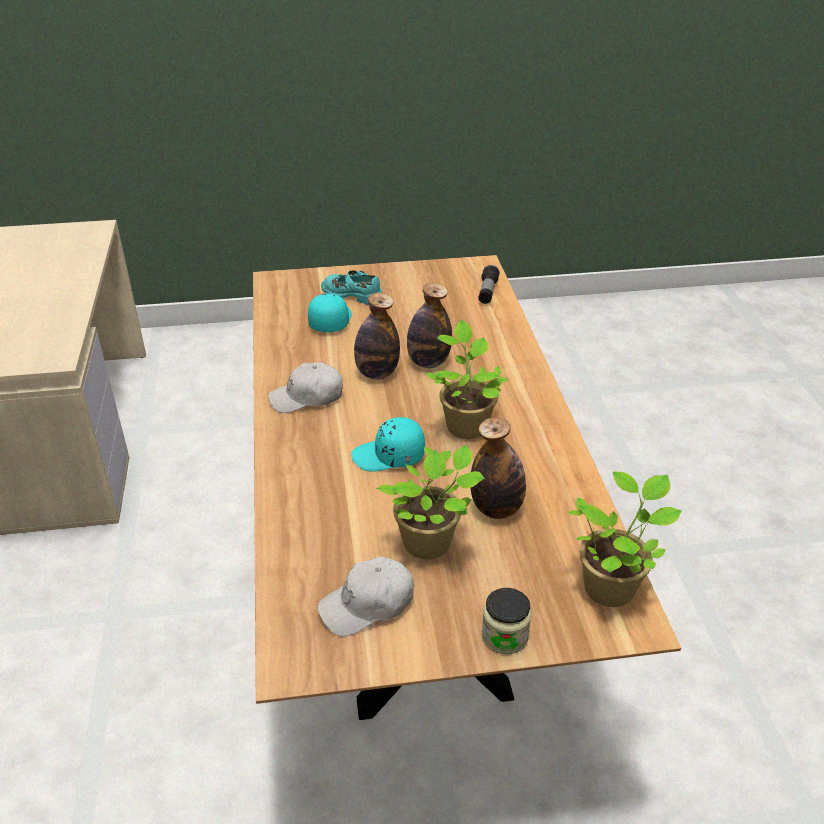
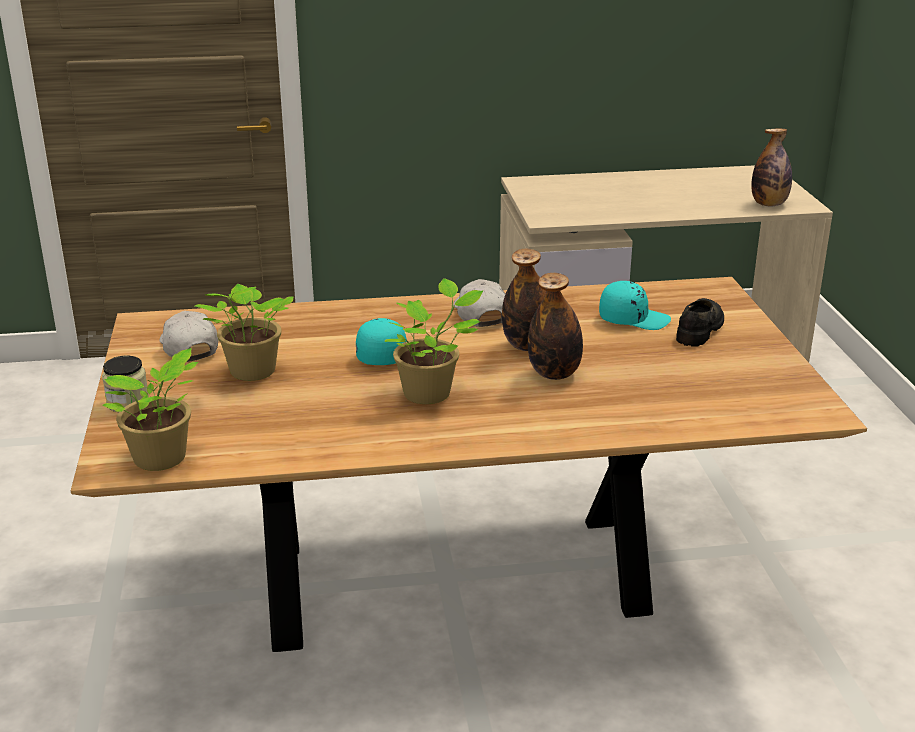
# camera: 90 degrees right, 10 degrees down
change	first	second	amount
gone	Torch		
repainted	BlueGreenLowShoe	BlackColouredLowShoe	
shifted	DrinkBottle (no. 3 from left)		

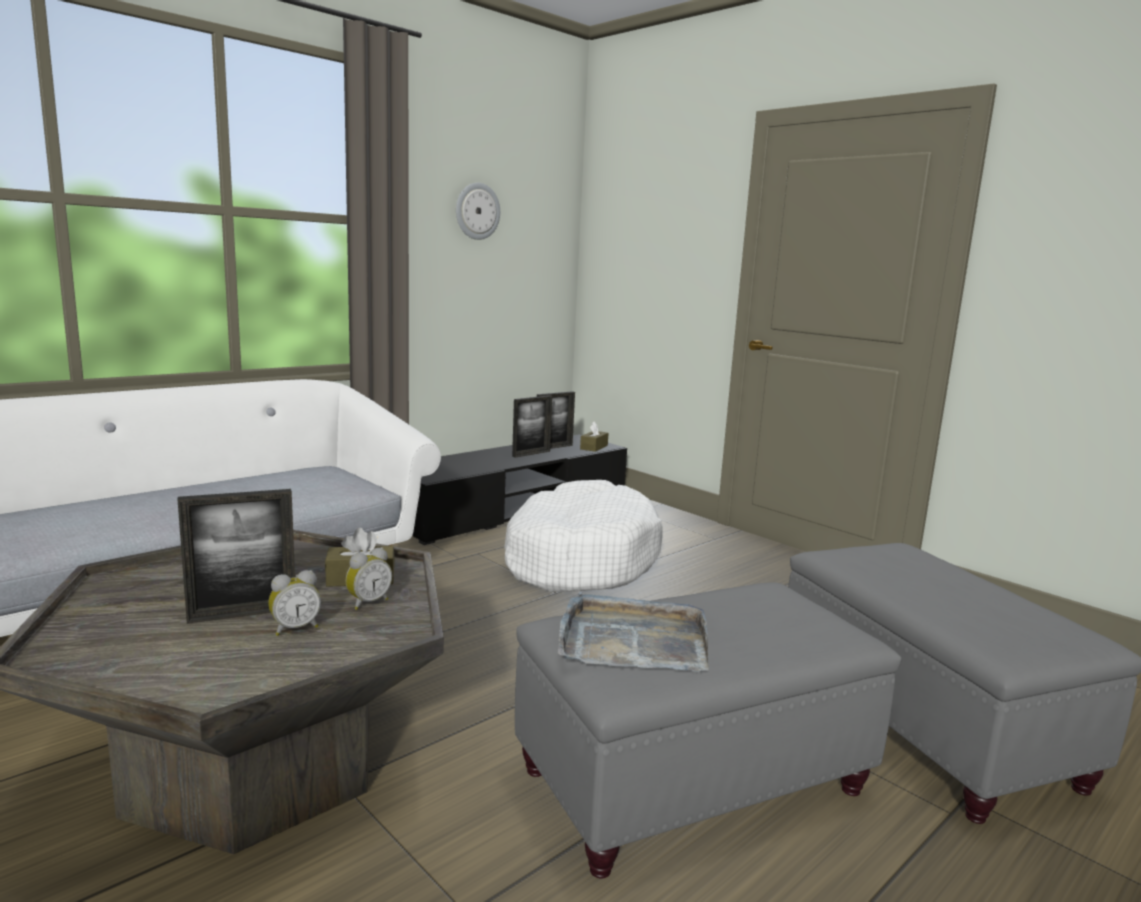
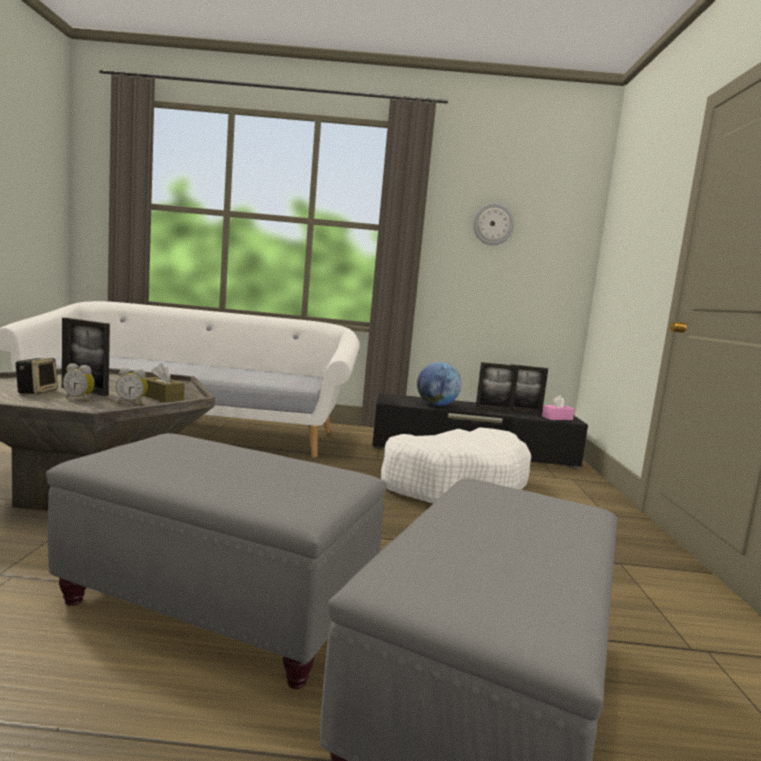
# camera: 45 degrees right, 5 degrees down
change	first	second	amount
repainted	BrownishTissueHolder (no. 2 from left)	PinkColouredTissueHolder	
gone	GrayTray		
new		Loudspeaker	
new		Globe	

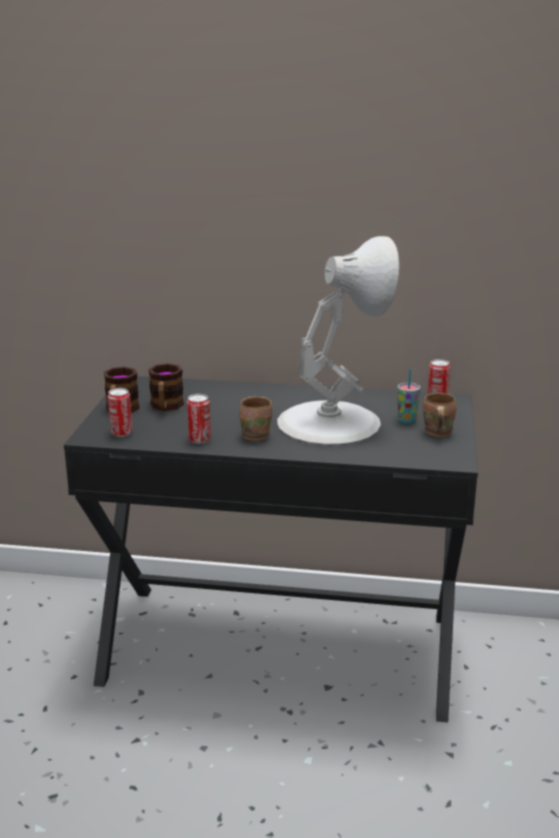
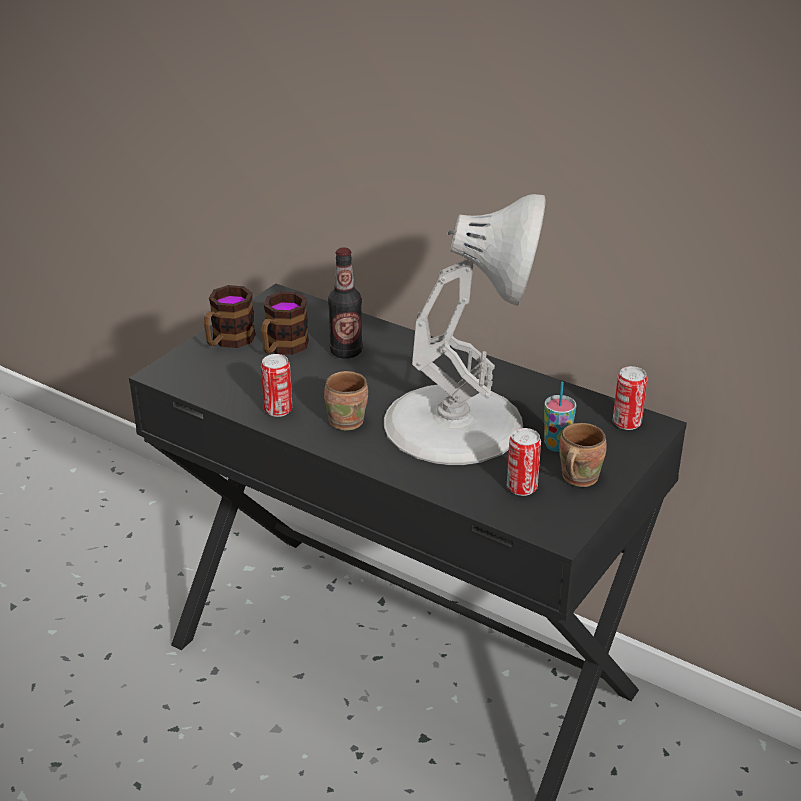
# camera: 25 degrees right, 10 degrees up
change	first	second	amount
shifted	Can (no. 1 from left in the first image)	Can (no. 2 from left)	
new		DrinkBottle	

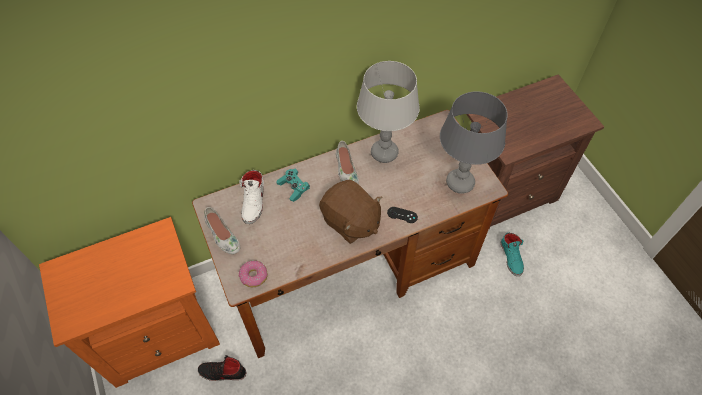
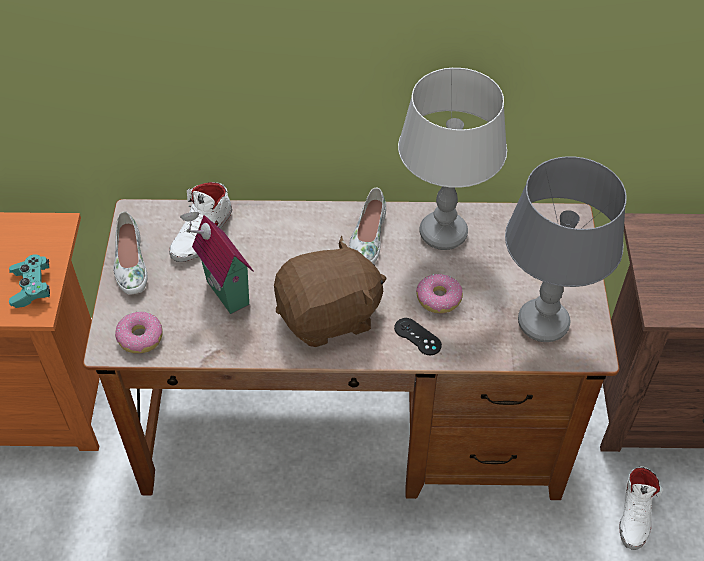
# camera: 25 degrees right, 5 degrees down
change	first	second	amount
shifted	BlueGreenGameController		
rotated	BrownishCuddlyToy		90 degrees counterclockwise
repainted	BlueGreenLowShoe	WhiteColouredLowShoe (no. 4 from left)	
gone	BlackColouredLowShoe		
new		MiniatureHouse	
new		Donut (no. 2 from left)	

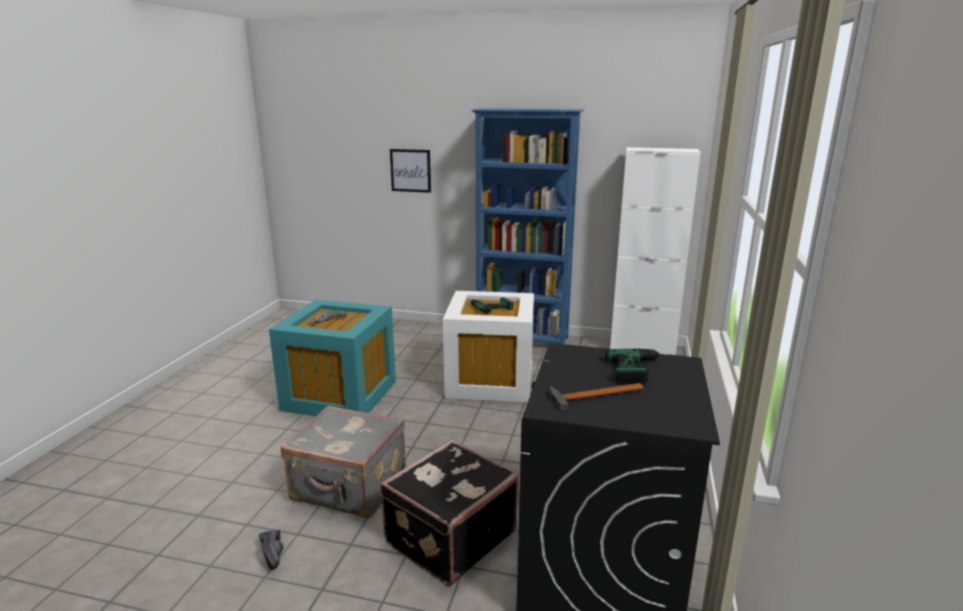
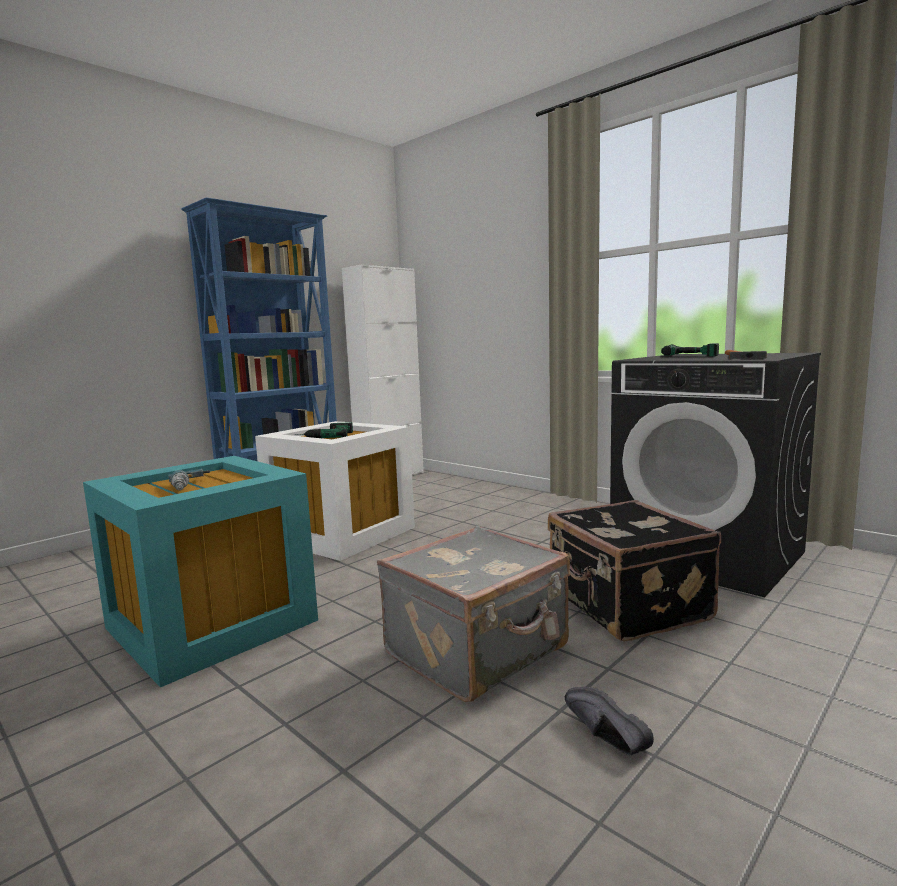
# camera: 60 degrees left, 10 degrees down
change	first	second	amount
gone	Picture		
rotated	BlackColouredLowShoe		135 degrees counterclockwise

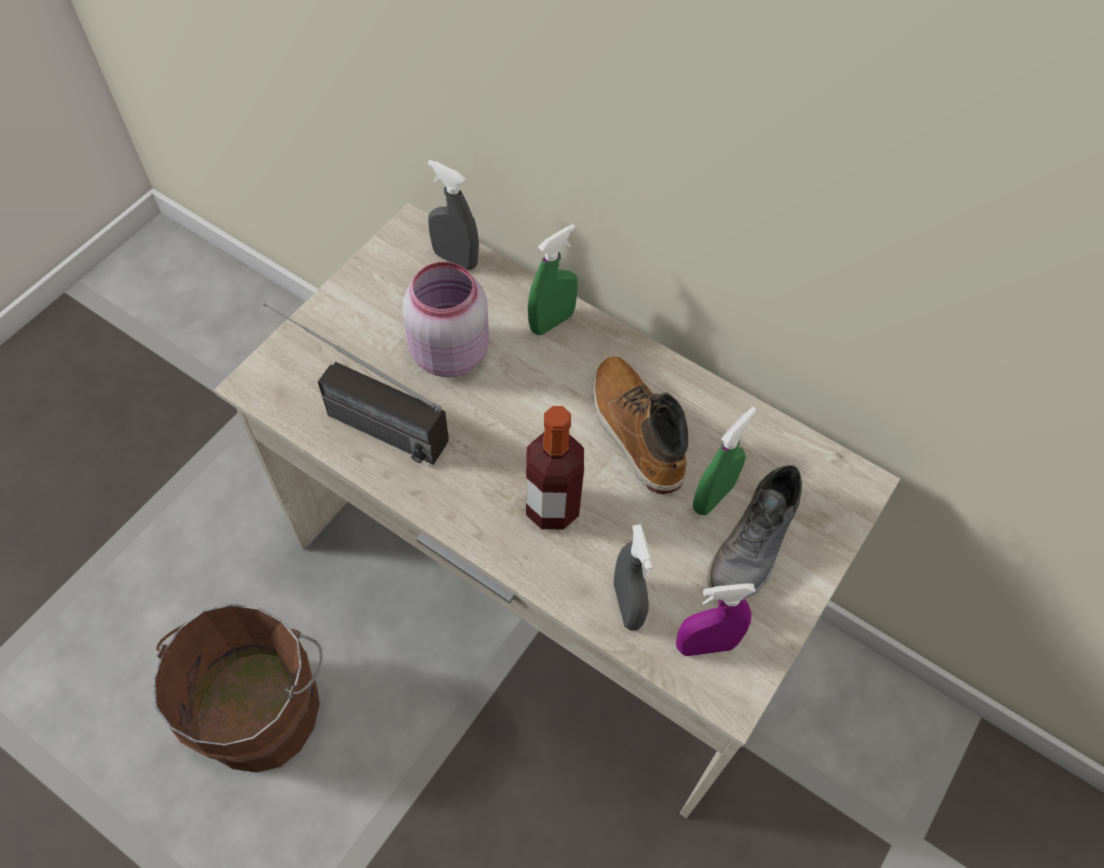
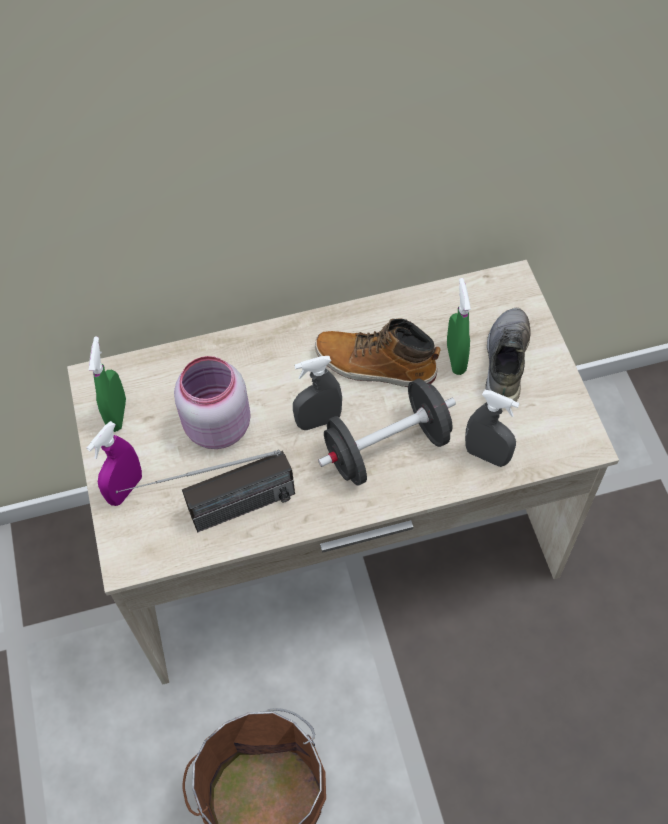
# camera: 45 degrees left, 0 degrees up
change	first	second	amount
shifted	GraySprayer (no. 1 from left)		
shifted	GreenSprayer (no. 1 from left)		
swapped	DrinkBottle	BlackColouredHandWeight	
rotated	GrayLowShoe		150 degrees counterclockwise
shifted	PurpleColouredSprayer		

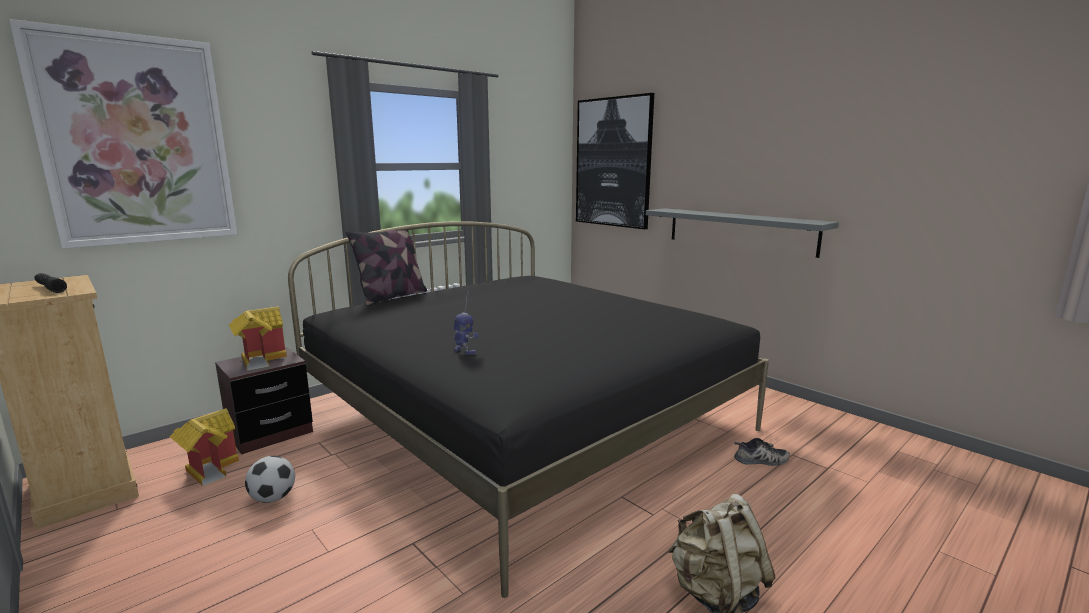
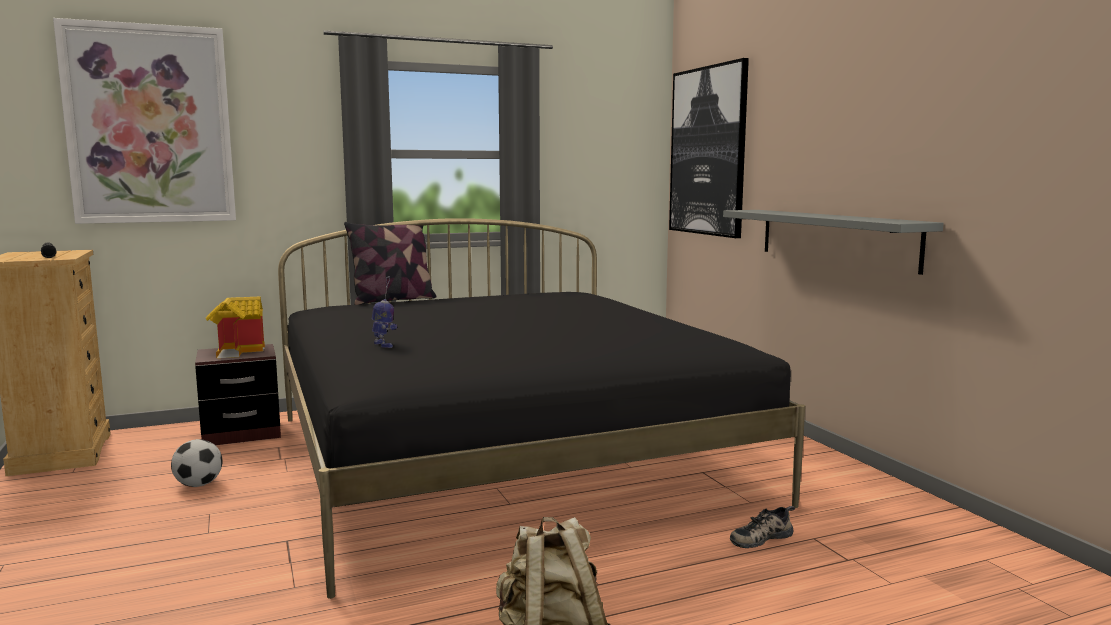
# camera: 20 degrees right, 5 degrees down
change	first	second	amount
gone	MiniatureHouse (no. 1 from left)		
rotated	LowShoe		135 degrees clockwise

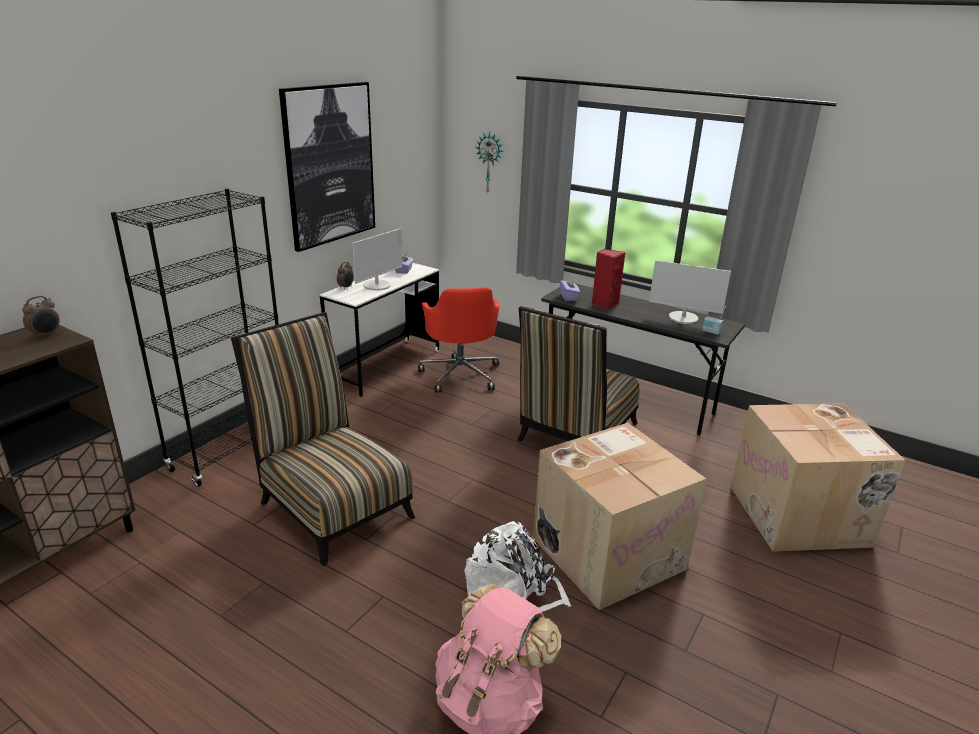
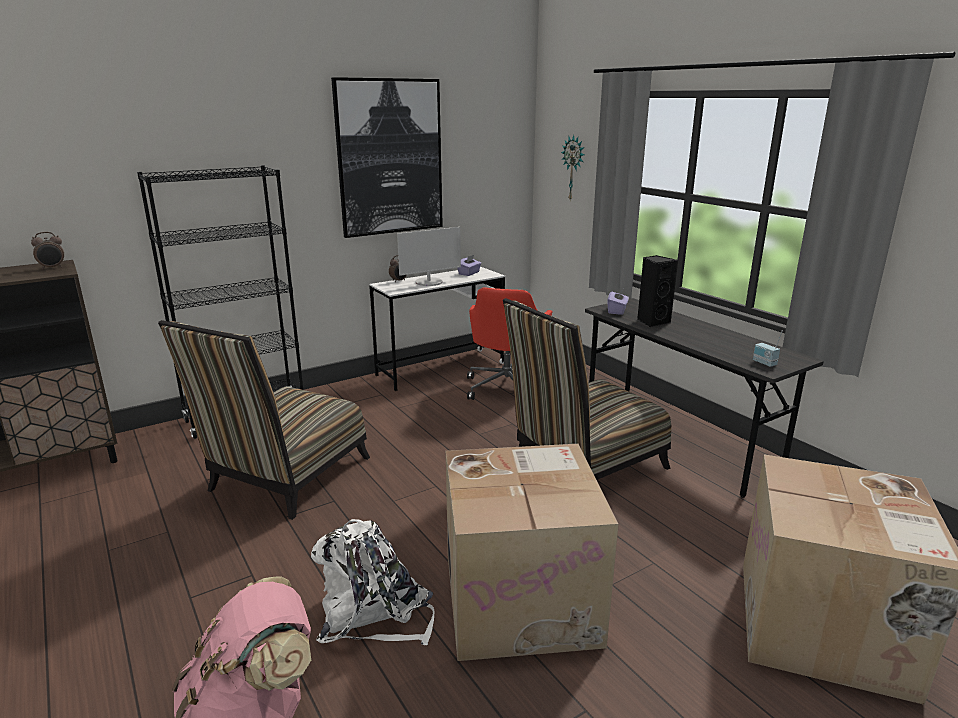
# camera: 25 degrees right, 5 degrees down
change	first	second	amount
repainted	ReddishLoudspeaker	BlackColouredLoudspeaker	
gone	Monitor (no. 2 from left)		
rotated	UprightChair (no. 1 from left)		135 degrees counterclockwise

